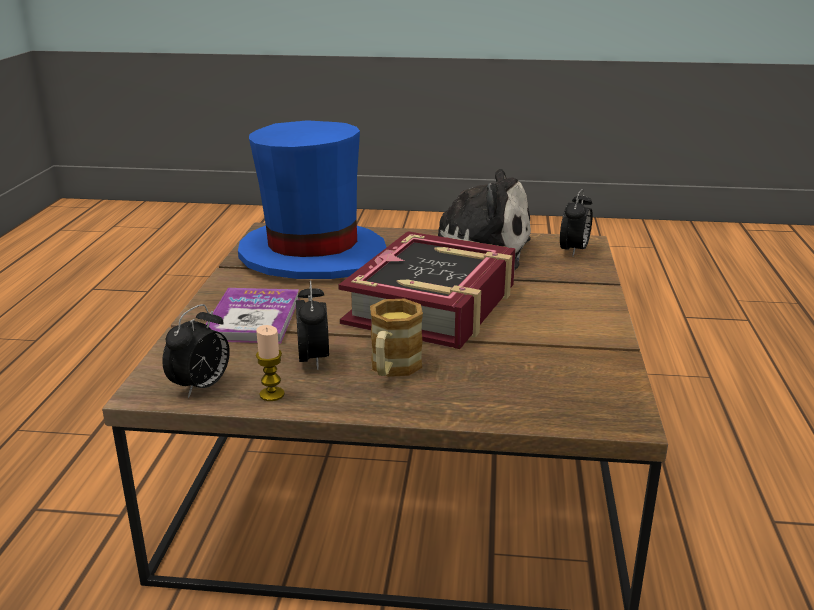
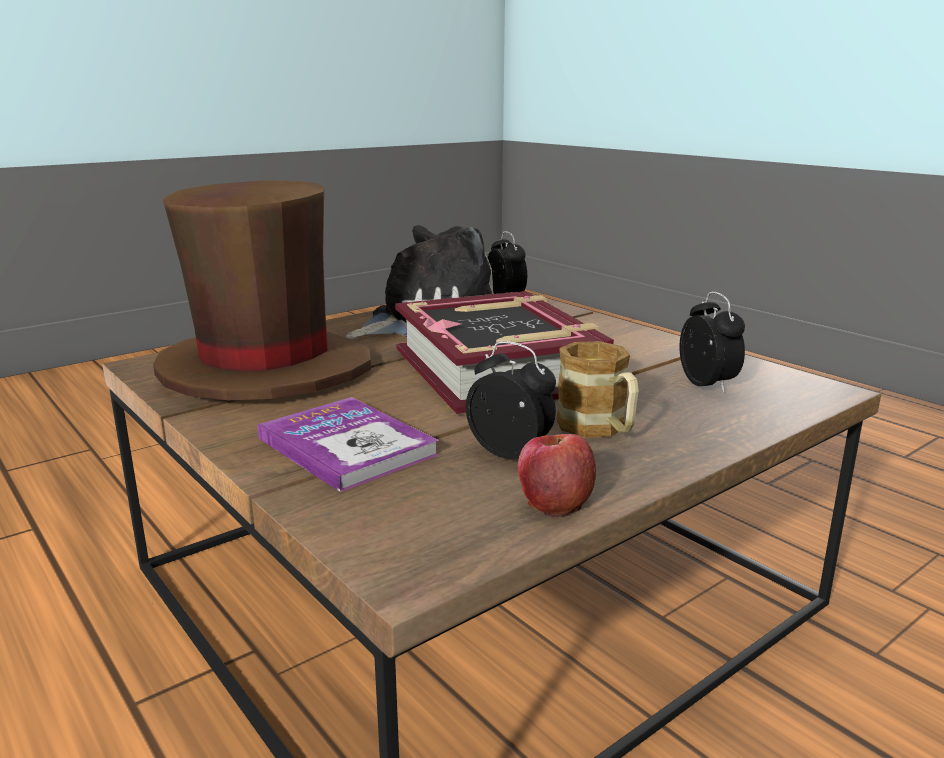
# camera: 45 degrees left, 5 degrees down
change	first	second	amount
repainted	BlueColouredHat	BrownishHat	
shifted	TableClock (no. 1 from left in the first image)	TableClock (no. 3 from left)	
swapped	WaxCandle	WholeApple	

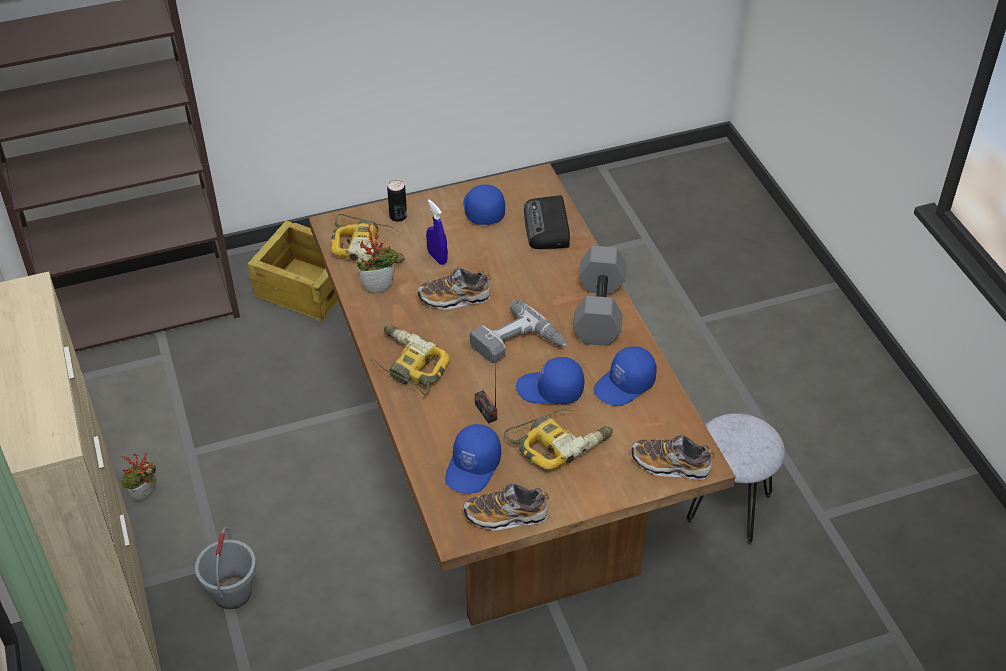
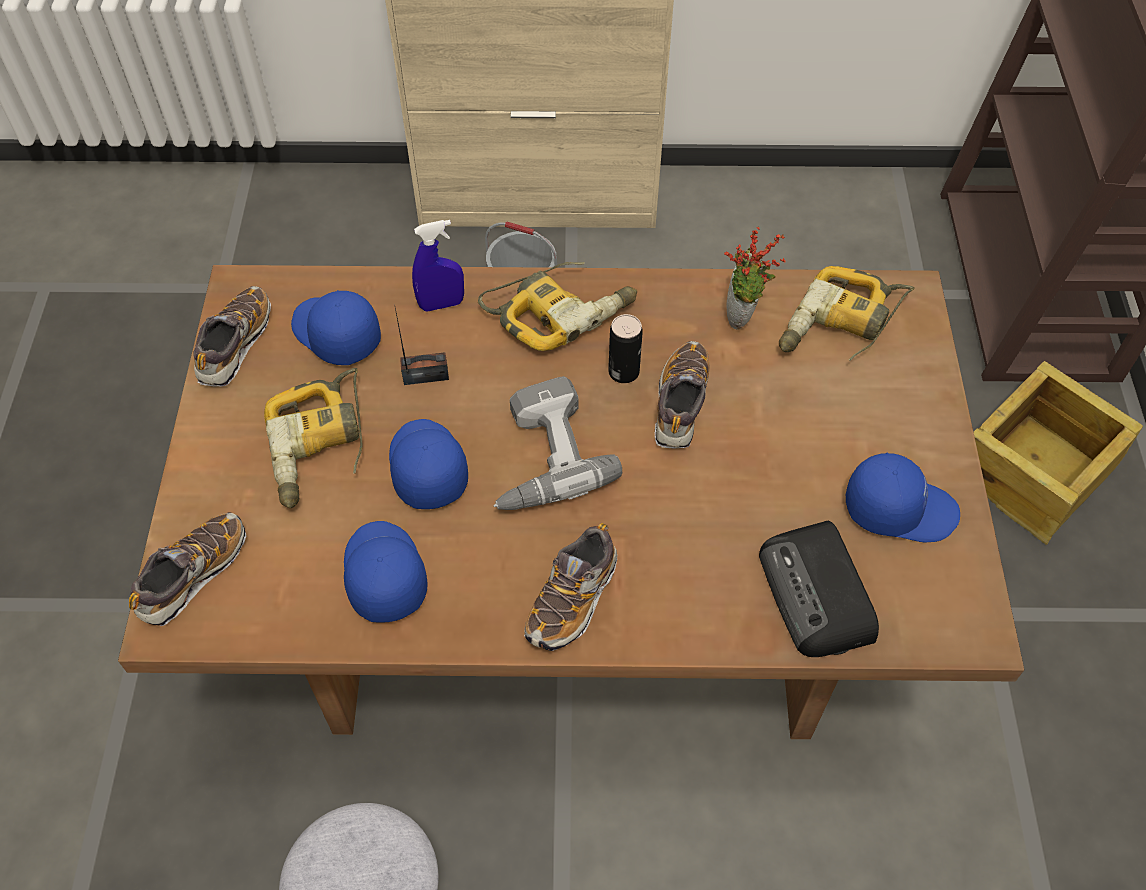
# camera: 110 degrees right, 10 degrees up
change	first	second	amount
shifted	Can		
rotated	RadioReceiver (no. 2 from left)		120 degrees counterclockwise
shifted	BlueColouredSprayer		
swapped	GrayHandWeight	LowShoe (no. 3 from left)	
rotated	BlueColouredPeakedCap (no. 3 from left)		45 degrees counterclockwise
gone	PottedPlant (no. 1 from left)		

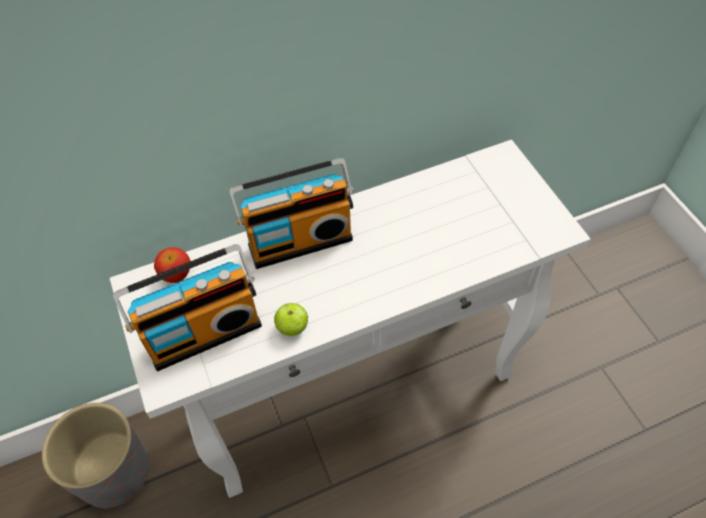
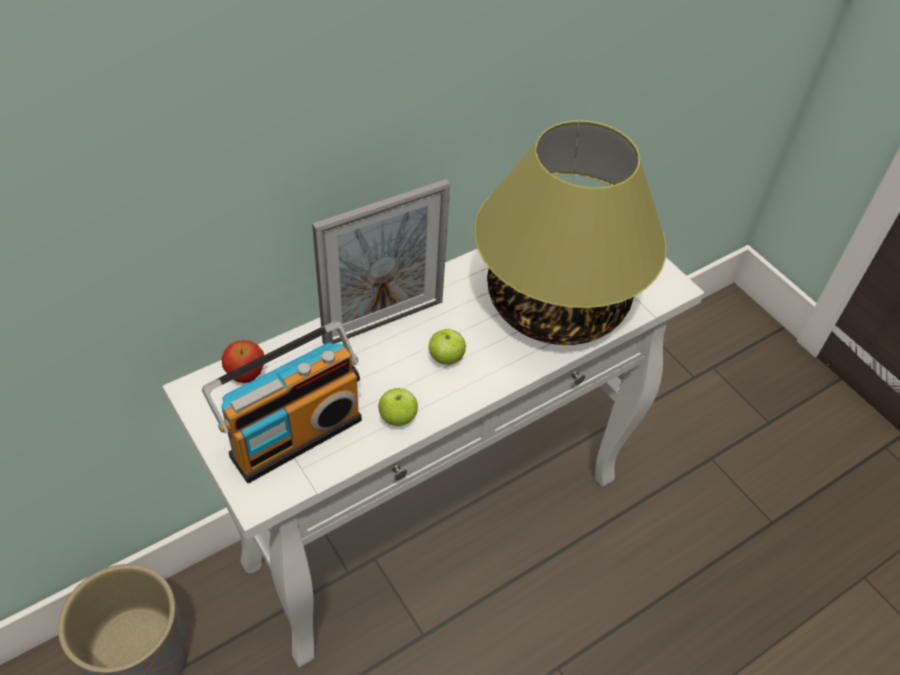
# camera: 15 degrees left, 5 degrees down
change	first	second	amount
swapped	RadioReceiver (no. 2 from left)	PhotoFrame	
new		TableLamp	
new		WholeApple (no. 3 from left)	

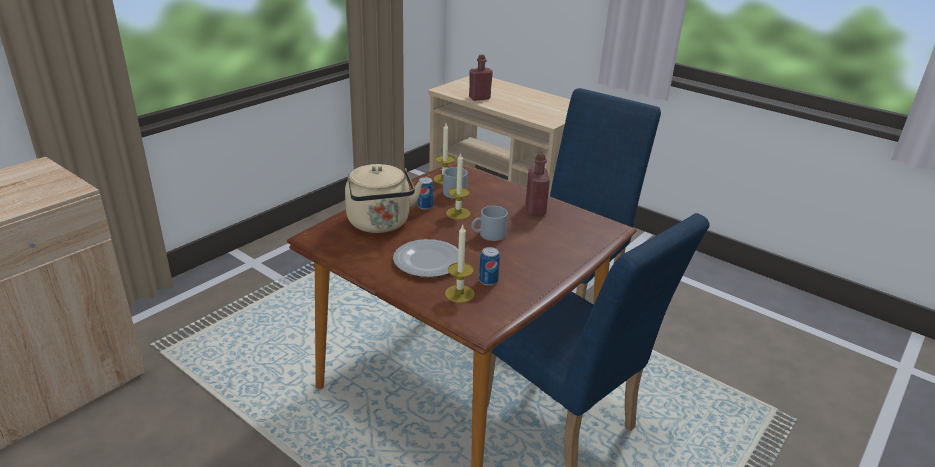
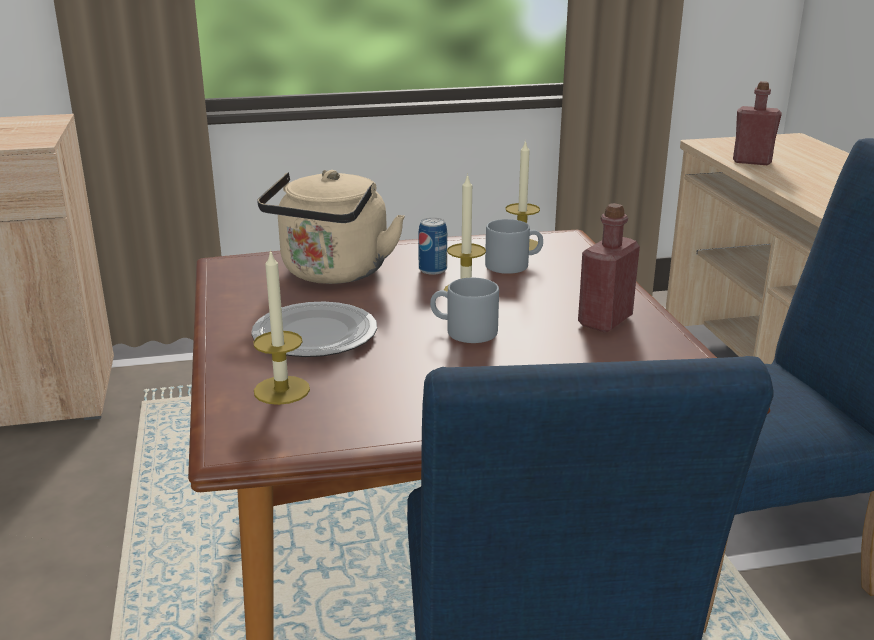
# camera: 40 degrees right, 5 degrees down
change	first	second	amount
gone	Can (no. 2 from left)		

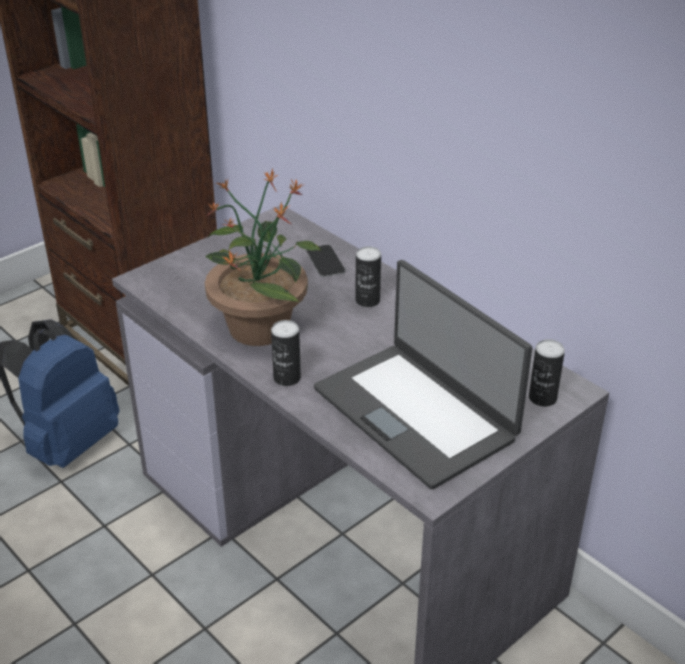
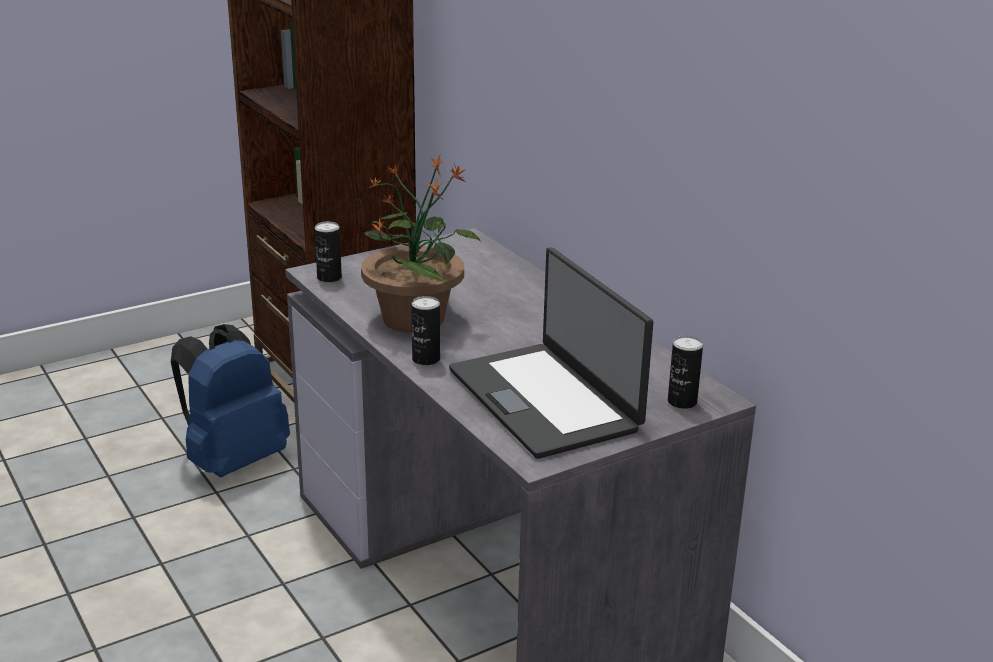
# camera: 10 degrees right, 10 degrees down
change	first	second	amount
gone	Handset		
shifted	Can (no. 2 from left in the first image)	Can (no. 1 from left)	

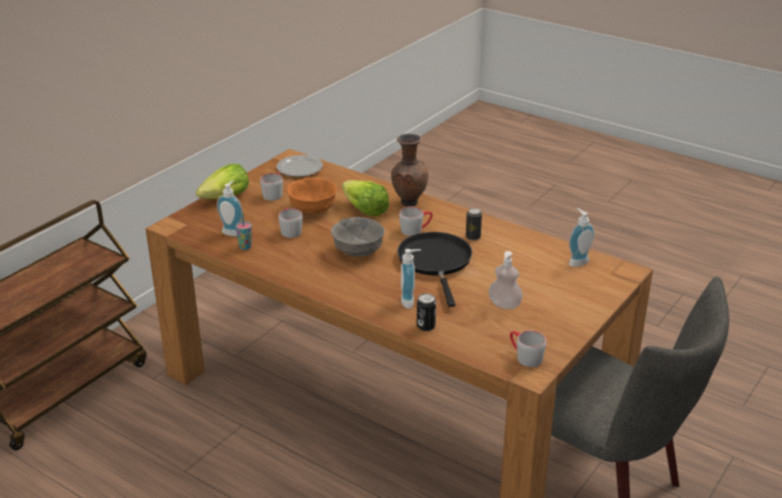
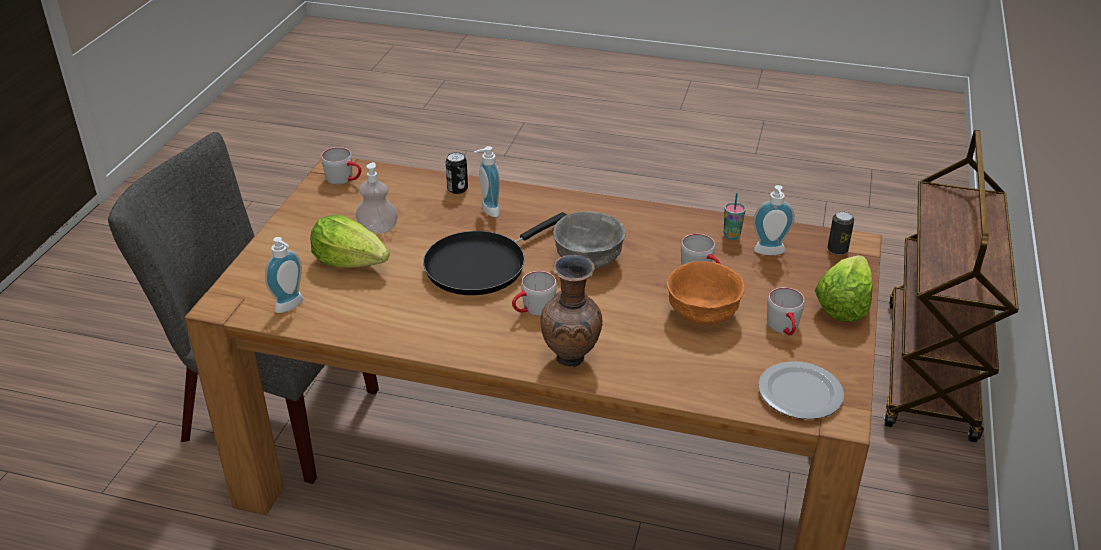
# camera: 160 degrees right, 5 degrees up
change	first	second	amount
shifted	LettuceHead (no. 2 from left in the first image)	LettuceHead (no. 1 from left)	
shifted	Can (no. 2 from left)		
rotated	BlackColouredSkillet		75 degrees clockwise

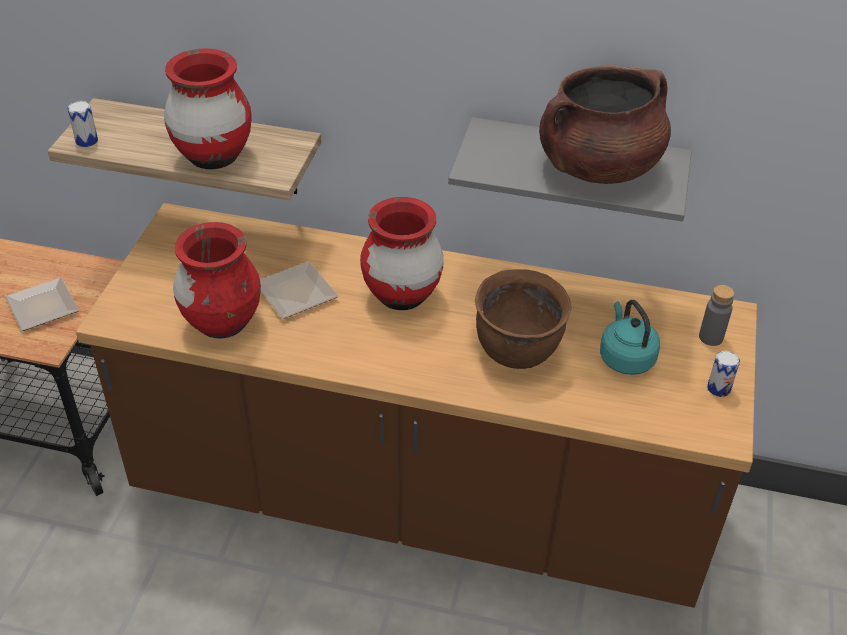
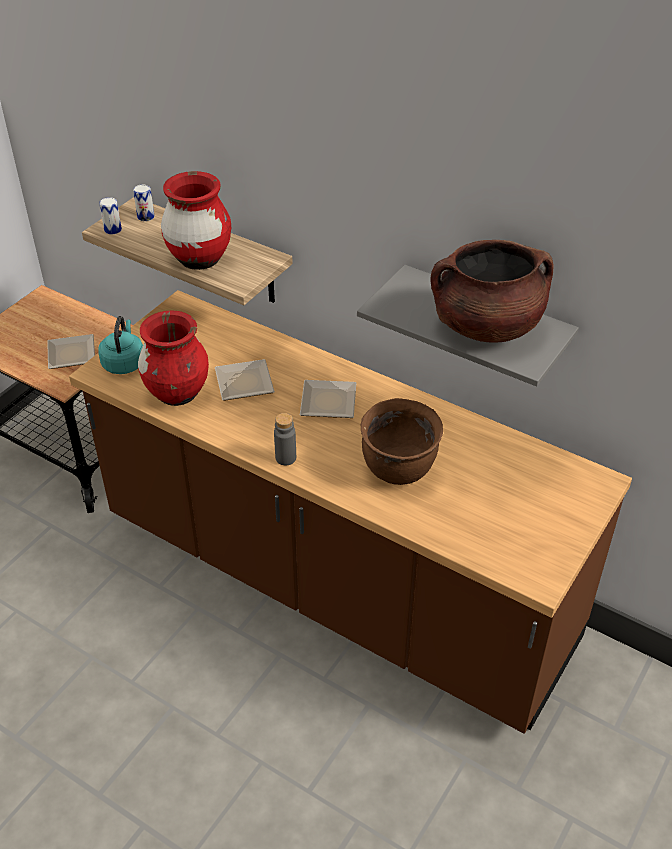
# camera: 20 degrees right, 0 degrees up
change	first	second	amount
swapped	ReddishVase (no. 3 from left)	DinnerPlate (no. 3 from left)	
shifted	GrayDrinkBottle		
shifted	BlueGreenTeaKettle		
shifted	Can (no. 2 from left)		

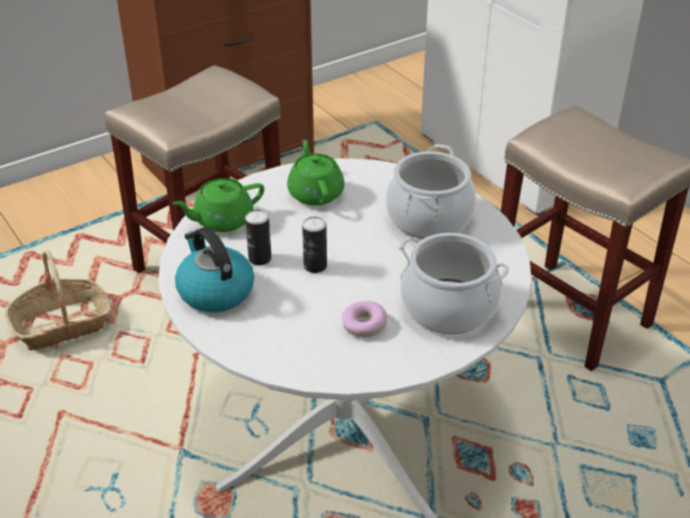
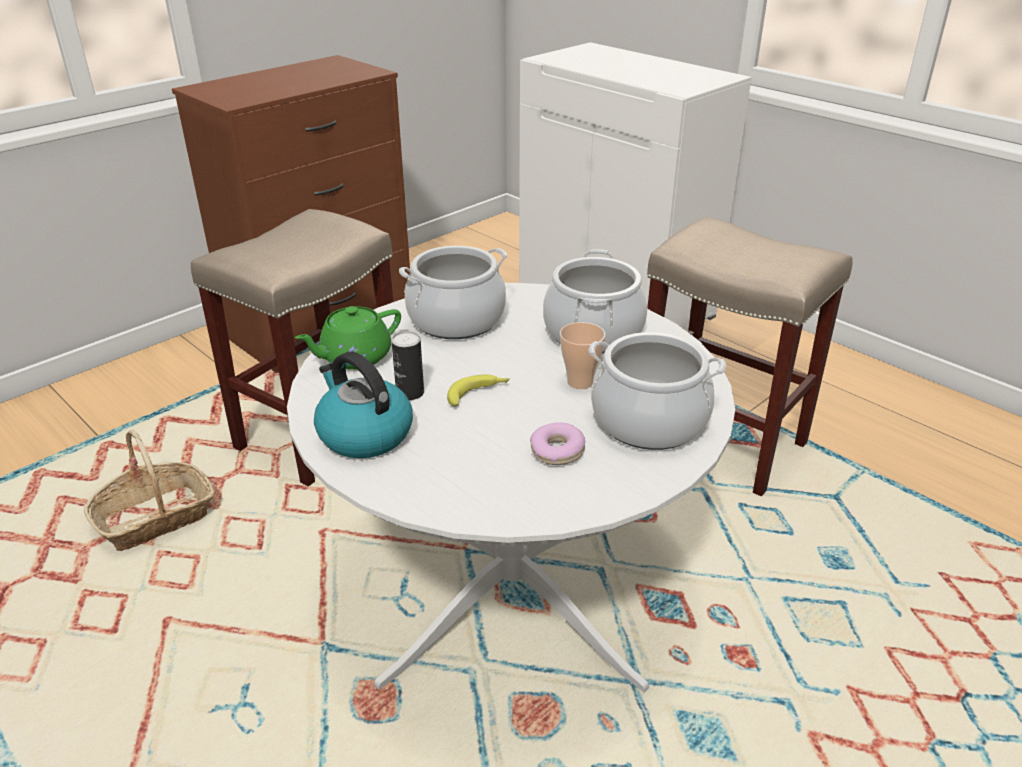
# camera: 10 degrees left, 5 degrees down
change	first	second	amount
swapped	GreenPotForTea (no. 2 from left)	Stockpot (no. 1 from left)	
swapped	Can (no. 2 from left)	BananaFruit	
new		Cup	

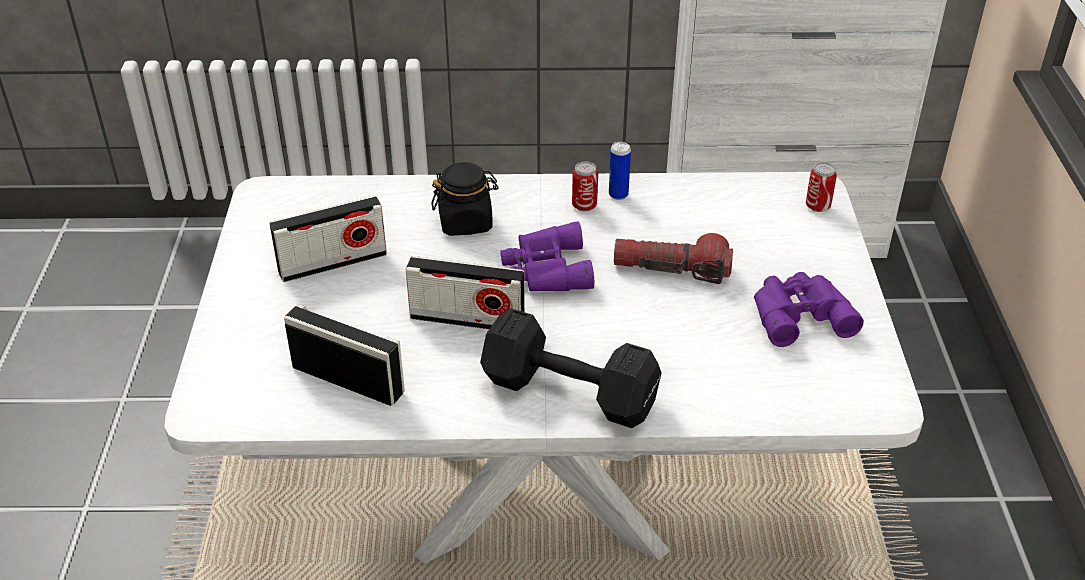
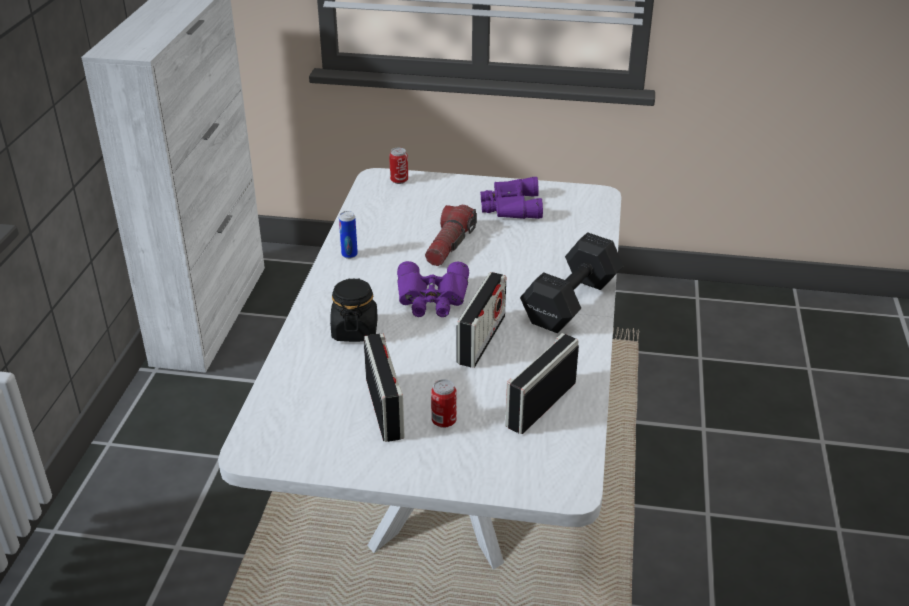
# camera: 80 degrees left, 5 degrees down
change	first	second	amount
shifted	Can (no. 1 from left in the first image)	Can (no. 3 from left)	

